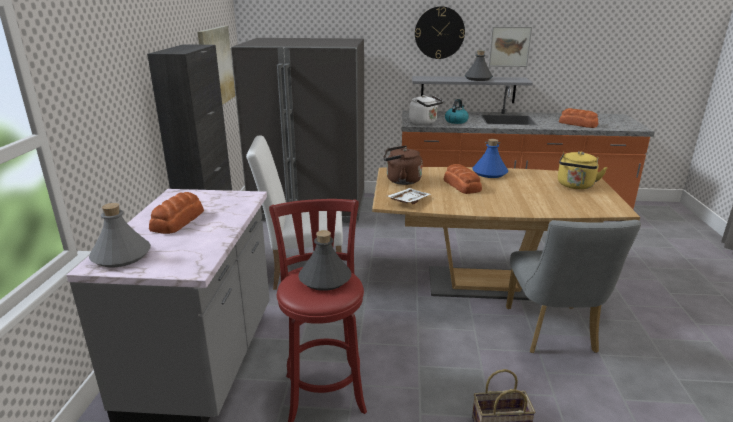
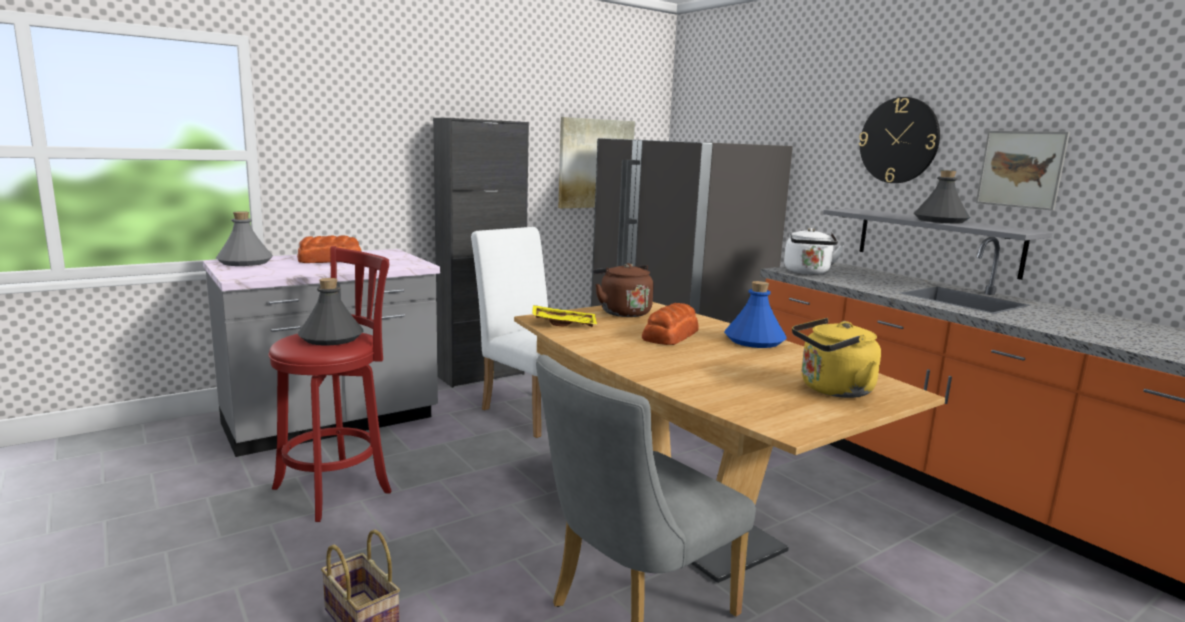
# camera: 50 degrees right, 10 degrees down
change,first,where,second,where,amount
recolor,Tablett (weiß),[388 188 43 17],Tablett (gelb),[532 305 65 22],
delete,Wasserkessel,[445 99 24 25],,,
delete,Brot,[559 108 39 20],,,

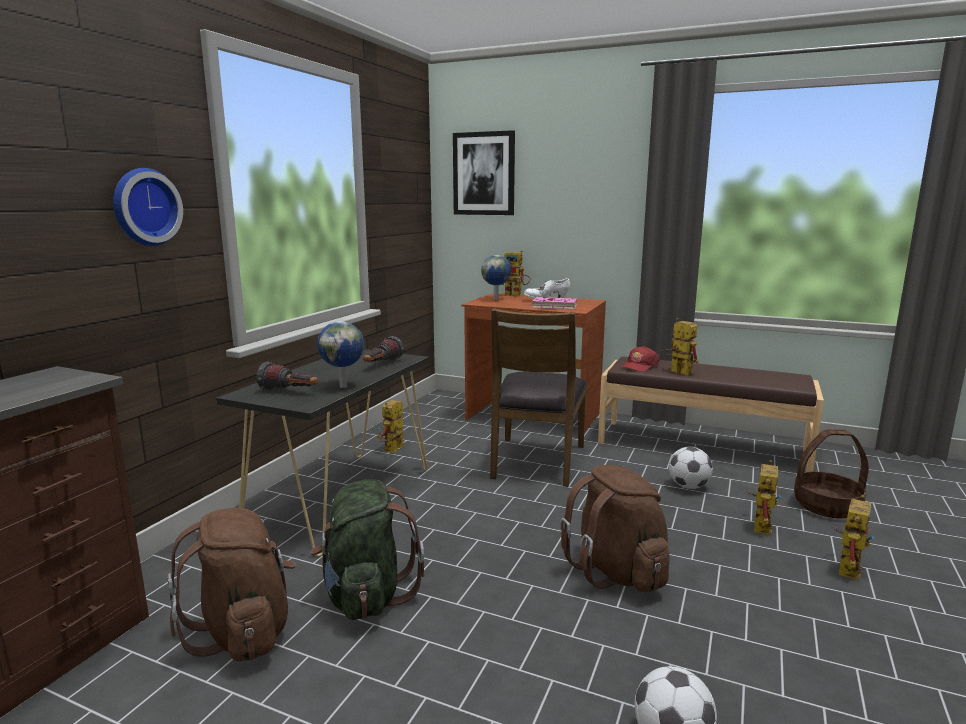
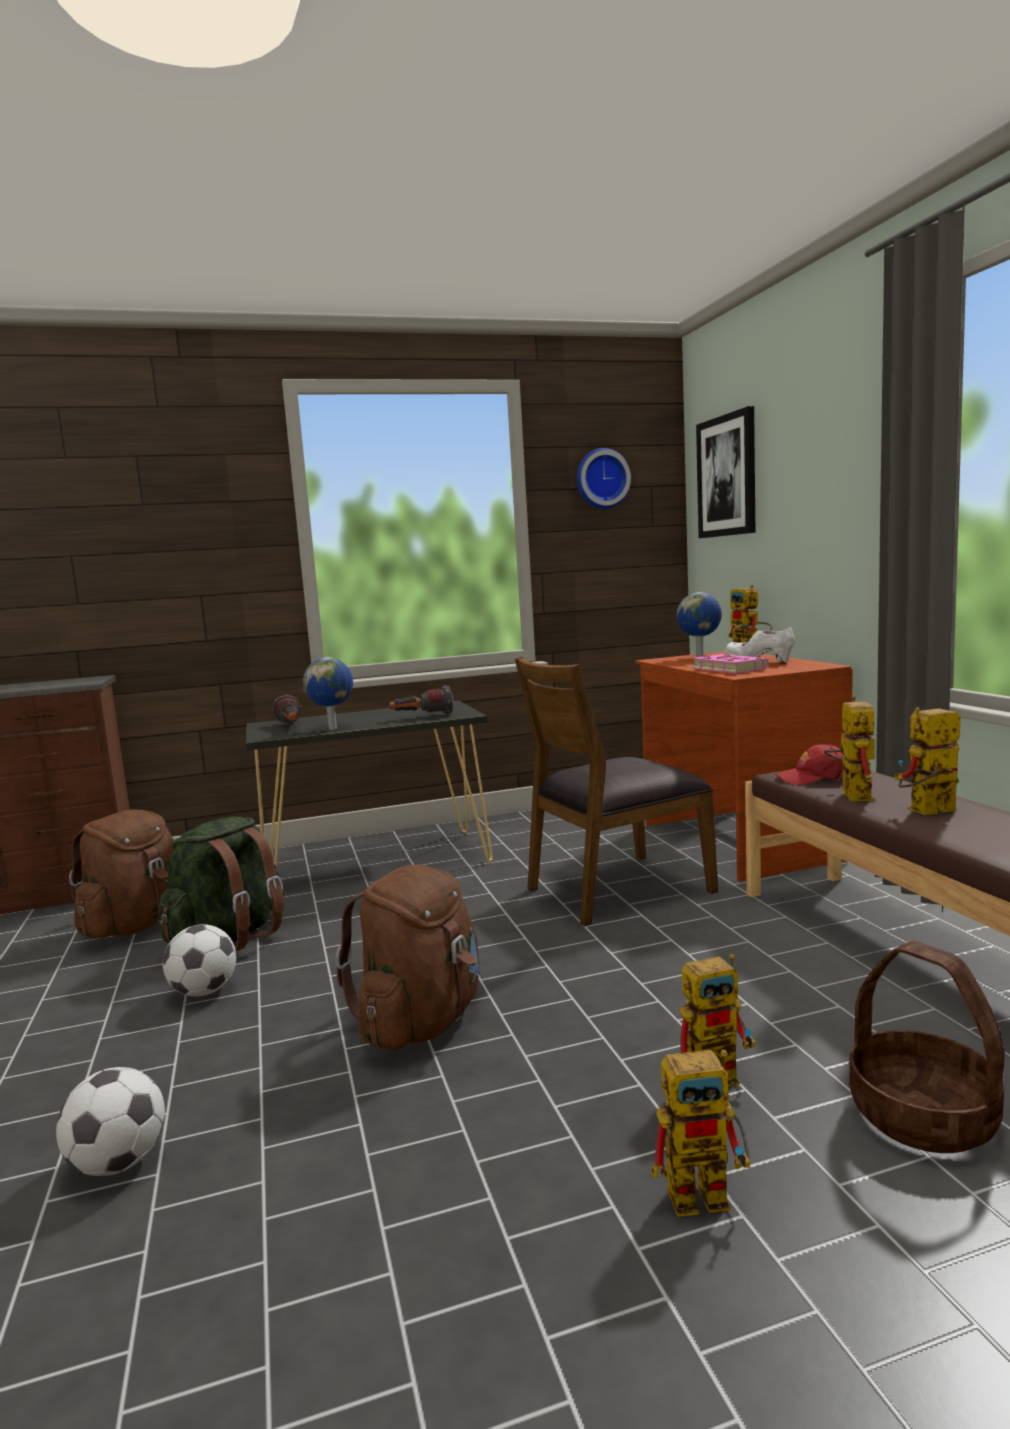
# camera: 50 degrees right, 5 degrees down
change,first,where,second,where,amount
move,Fußball,[669 447 44 42],,[163 924 73 73],
move,Wanduhr,[113 168 70 78],,[577 448 54 61],
move,Spielzeugroboter,[377 400 27 53],,[895 707 66 108],

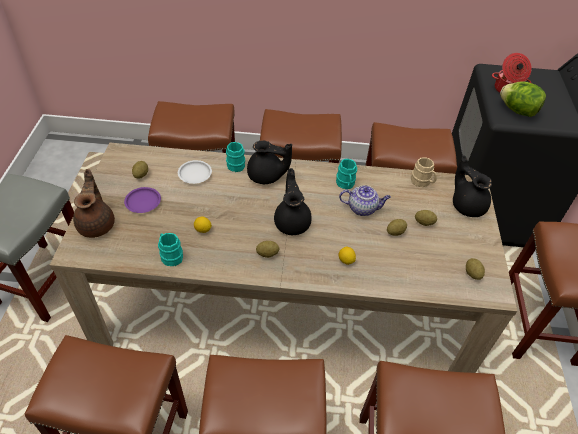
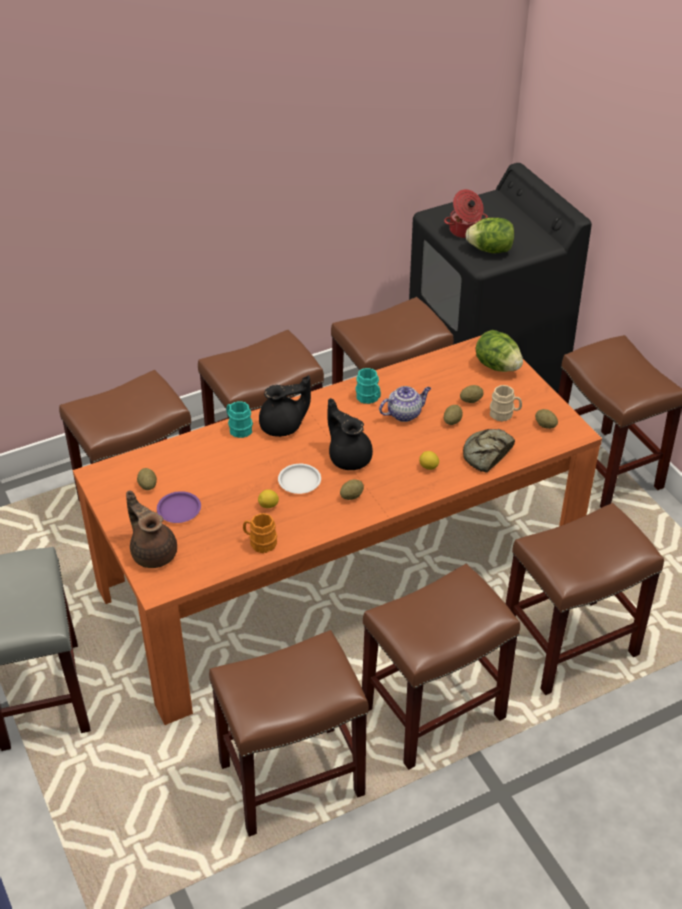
# camera: 30 degrees left, 5 degrees down
change,first,where,second,where,amount
recolor,Esstisch (beige),[50 142 467 231],Esstisch (orange),[73 335 529 390],
recolor,Henkelbecher (türkis),[158 233 25 33],Henkelbecher (orange),[243 513 34 40],
move,Teller (weiß),[178 160 34 24],,[278 464 43 30],
insert,,,Brot,[463 429 52 44],
replace,Teekanne (schwarz),[453 155 39 62],Salatkopf,[476 330 47 42],
move,Henkelbecher (beige),[411 158 26 29],,[490 385 32 37],

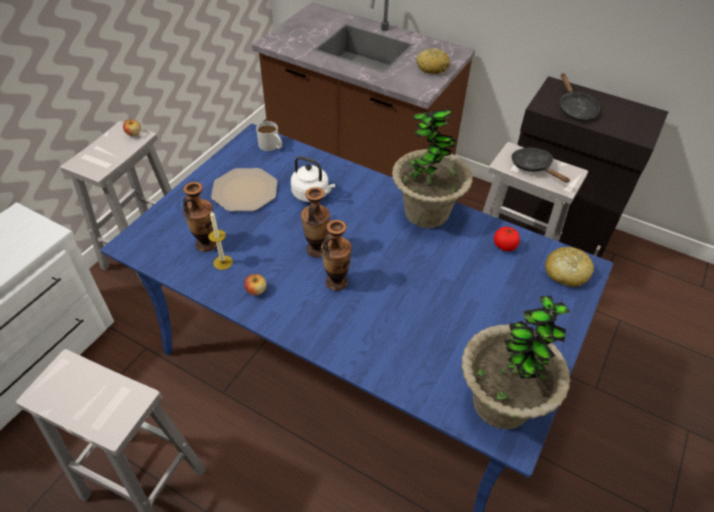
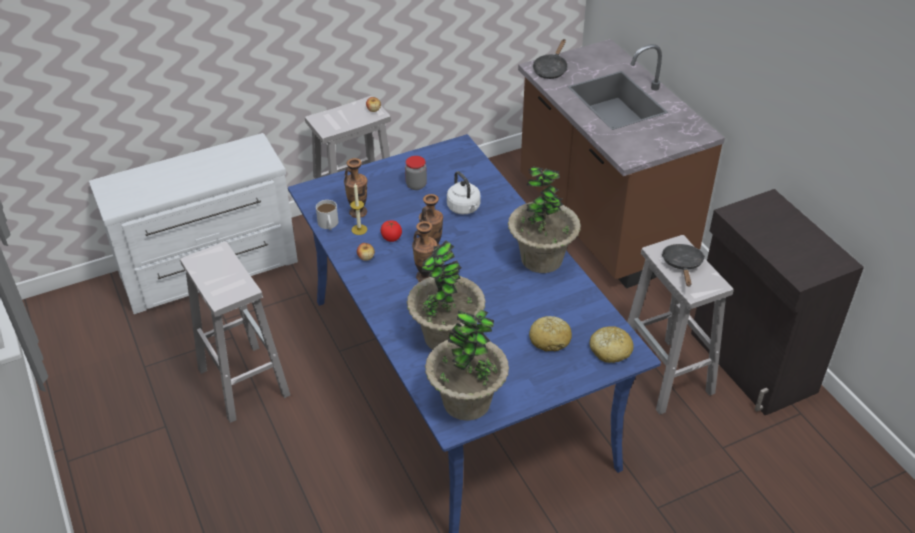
# camera: 35 degrees right, 5 degrees down
change,first,where,second,where,amount
move,Henkelbecher (weiß),[256 121 26 30],,[316 200 22 30],
move,Tomate,[494 227 26 24],,[381 220 21 22],
replace,Teller,[211 168 66 43],Vorratsglas,[405 156 22 34],
insert,,,Topfpflanze,[407 240 79 110],
move,Brot,[417 48 33 26],,[529 316 43 35],
move,Pfanne (schwarz),[560 73 40 48],,[533 39 35 40],

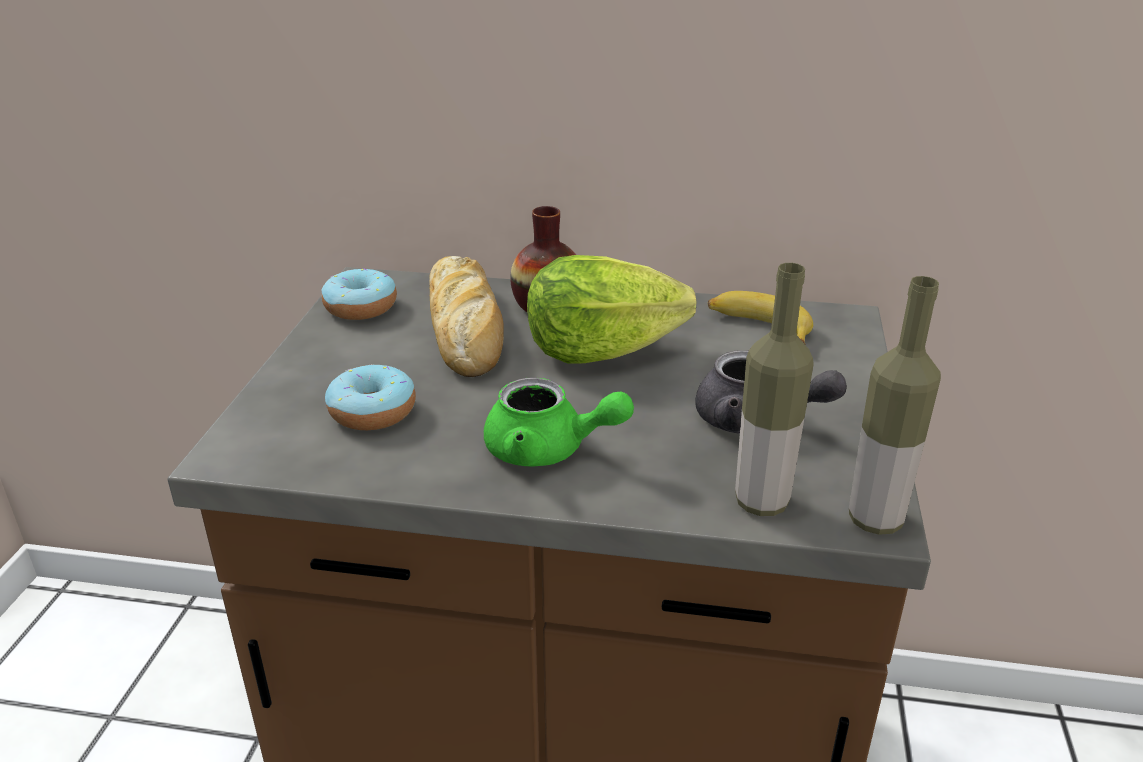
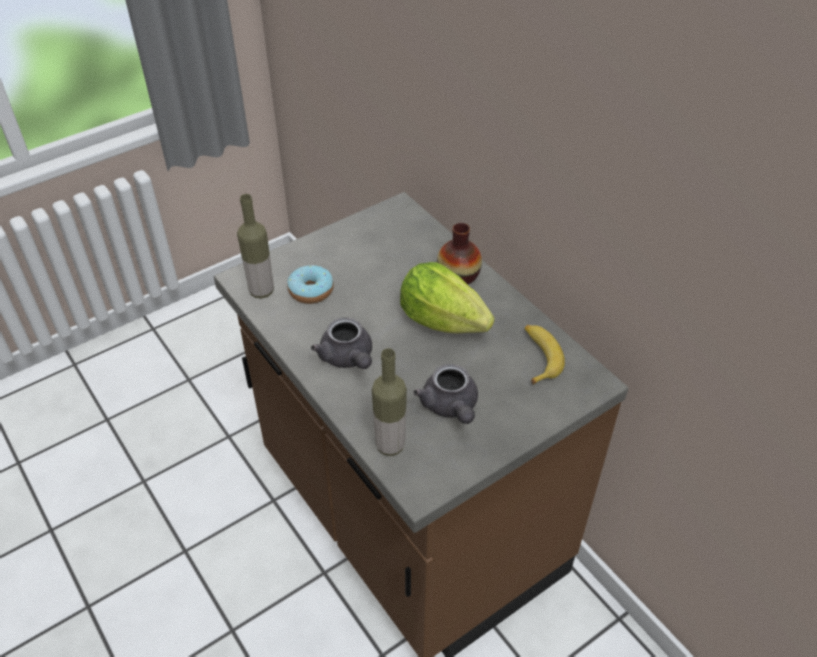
# camera: 45 degrees right, 15 degrees up
change,first,where,second,where,amount
move,Flasche,[849 276 92 259],,[237 194 37 105],
recolor,Teekanne (grün),[484 377 150 90],Teekanne (grau),[311 317 61 52],
delete,Donut,[321 269 76 51],,,
delete,Brot,[429 256 75 121],,,

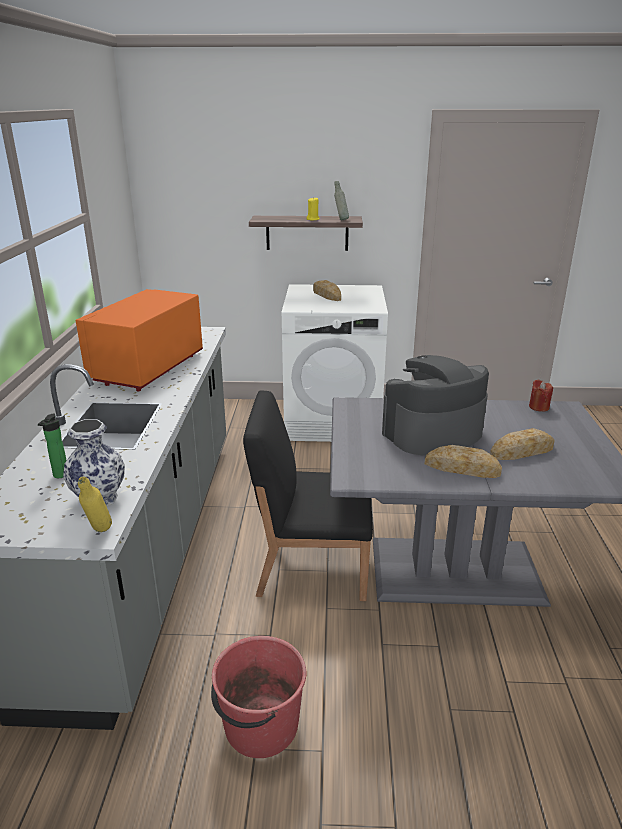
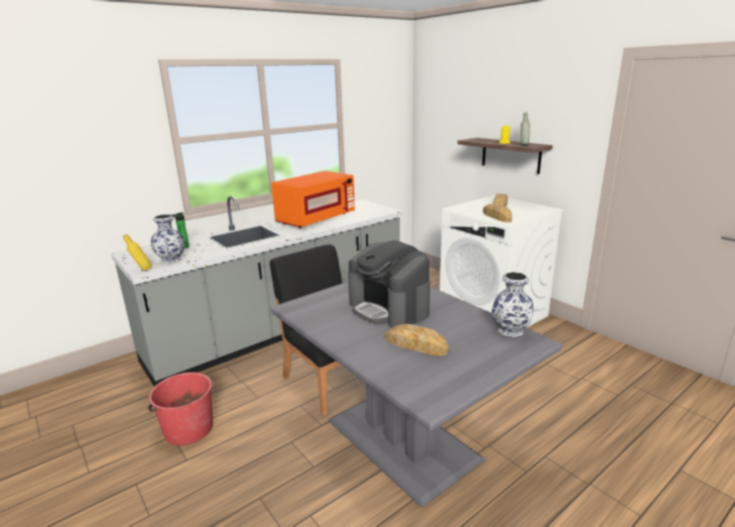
# camera: 50 degrees right, 5 degrees down
change,first,where,second,where,amount
rotate,Mikrowelle (orange),[76 289 127 103],,[271 171 84 57],150 degrees clockwise
rotate,Kaffeemaschine,[382 355 107 100],,[348 240 82 88],150 degrees counterclockwise
move,Brot,[425 445 77 33],,[483 204 29 18],
replace,Kerze (rot),[529 380 24 32],Vase,[492 272 42 65],

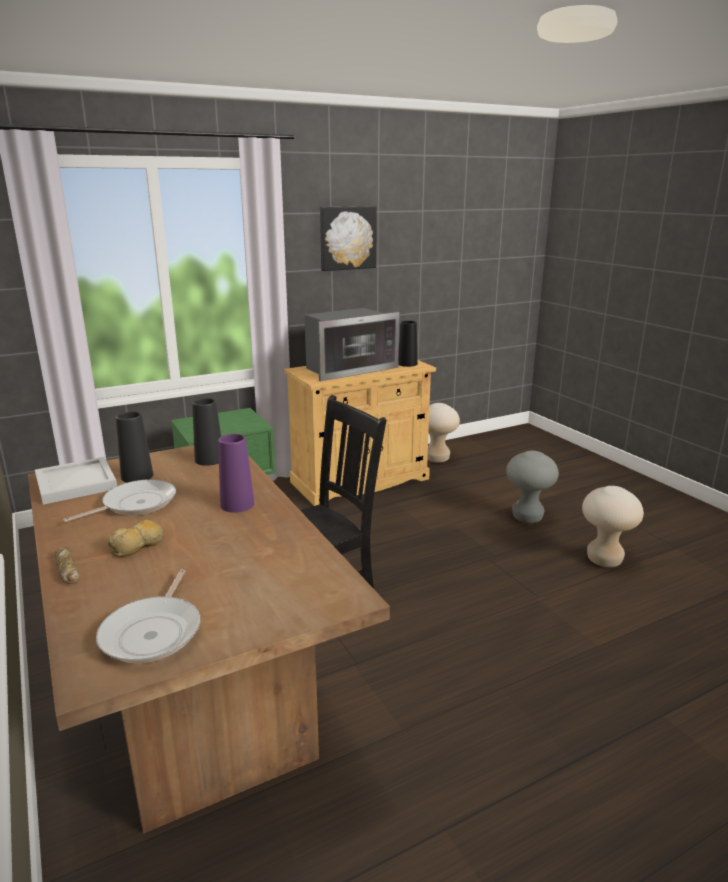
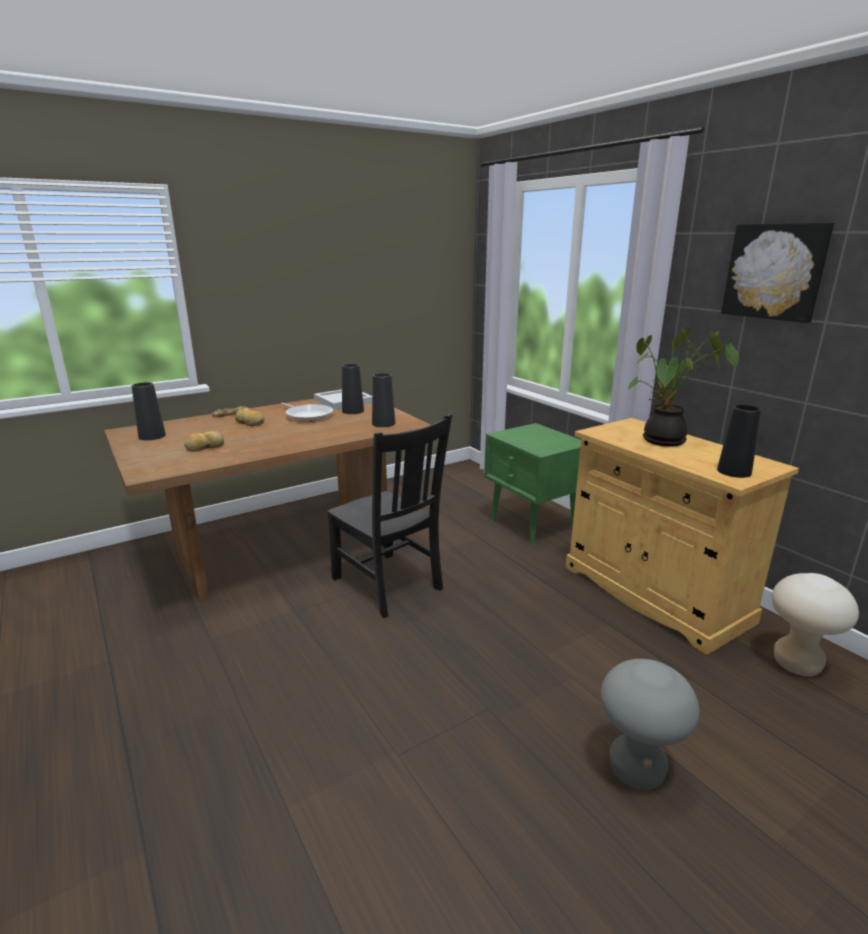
# camera: 85 degrees right, 0 degrees up
change,first,where,second,where,amount
replace,Pfanne,[96 569 104 94],Vase (schwarz),[132 382 34 58],
insert,,,Brot,[184 430 40 22],
replace,Mikrowelle,[305 308 95 73],Topfpflanze,[628 328 111 119],
delete,Vase (lila),[218 434 36 79],,,
delete,Hocker (beige),[582 486 62 81],,,

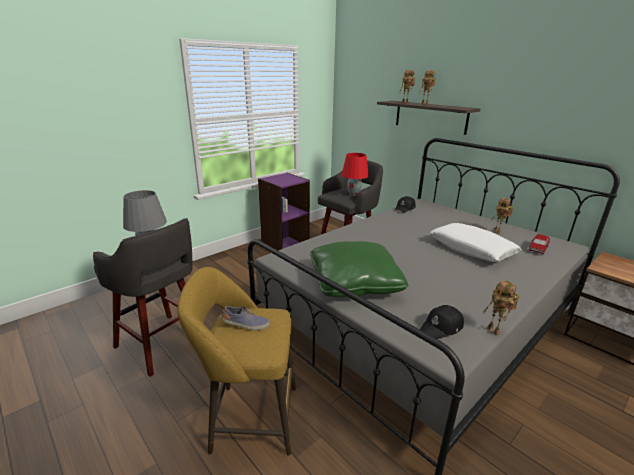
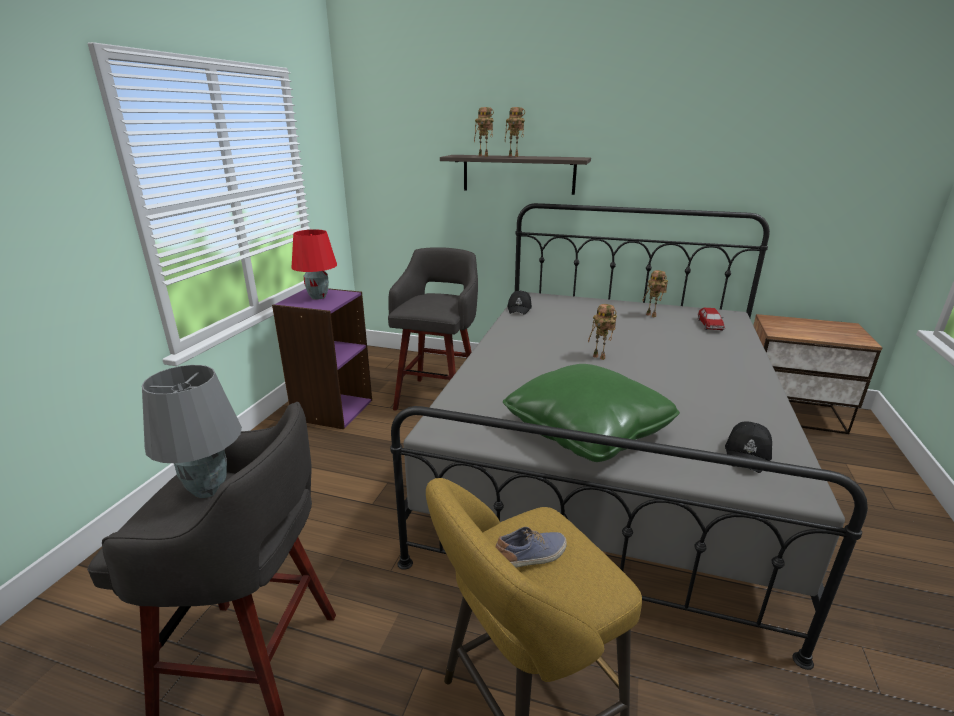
# camera: 30 degrees left, 0 degrees up
change,first,where,second,where,amount
move,Tischlampe (rot),[342 153 27 43],,[291 229 46 71],
move,Spielzeugroboter,[483 281 37 55],,[588 304 29 56],
delete,Kissen (weiß),[430 223 92 39],,,

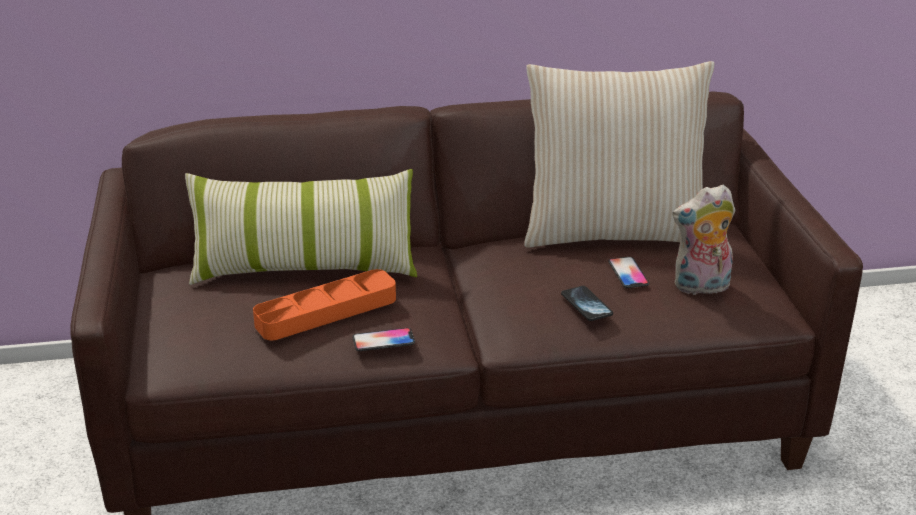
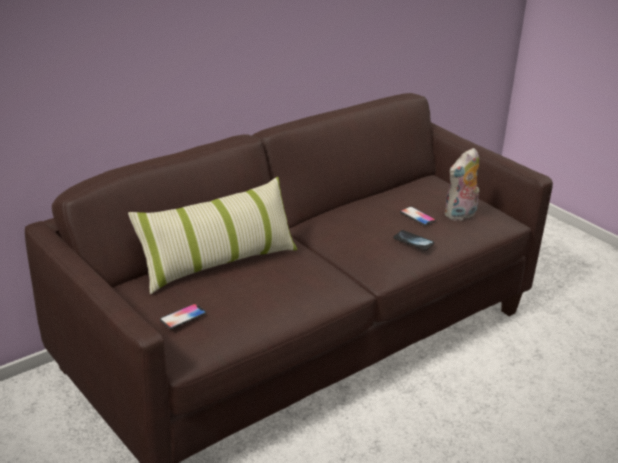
# camera: 30 degrees left, 0 degrees up
change,first,where,second,where,amount
move,Handy,[352 328 63 23],,[160 304 46 25],
delete,Tablett (orange),[253 269 143 71],,,
delete,Kissen (beige),[524 61 190 187],,,

